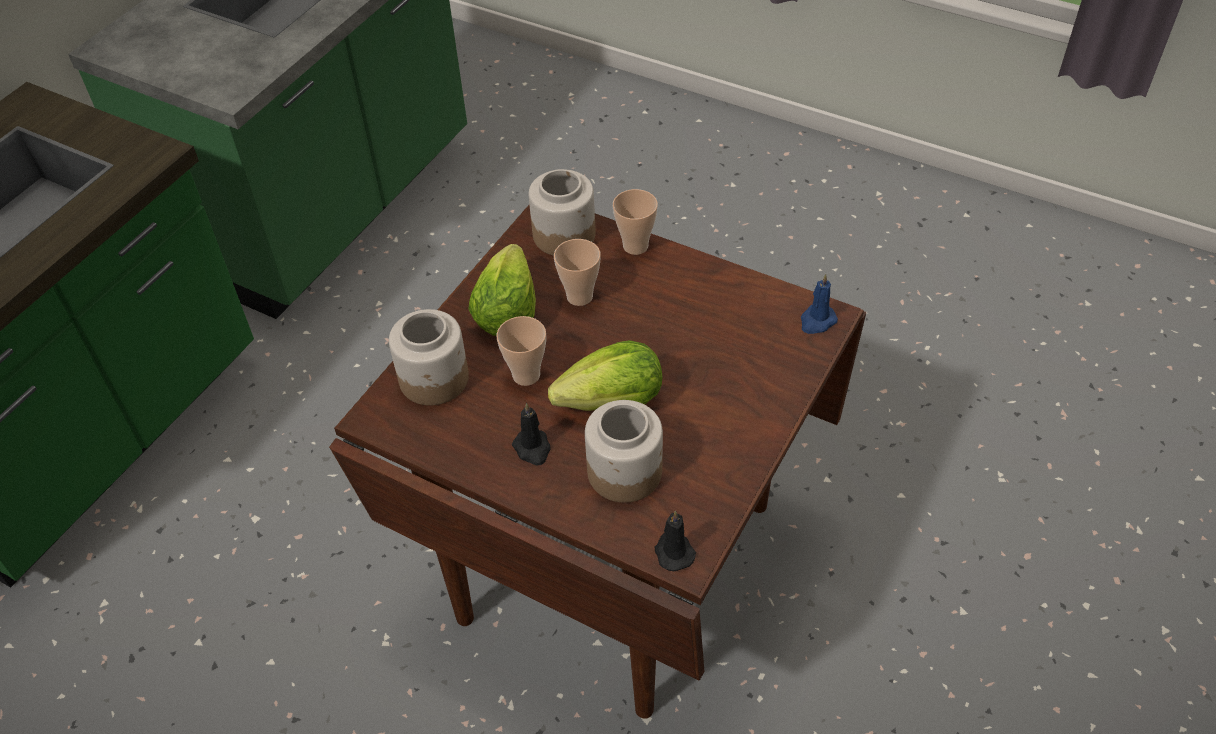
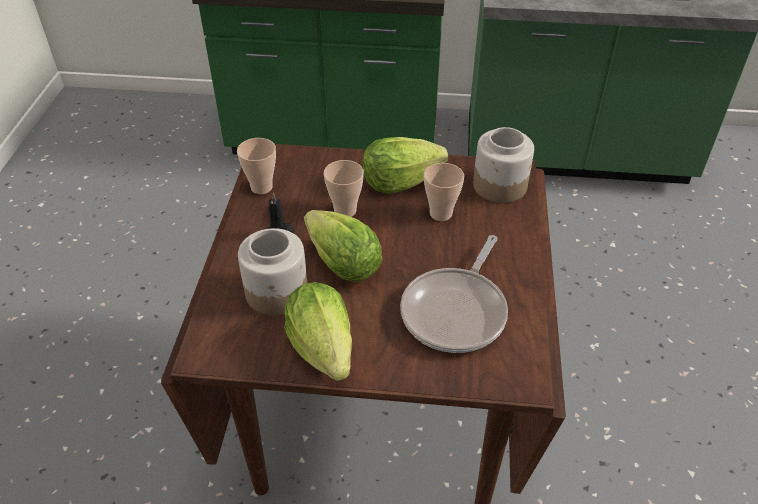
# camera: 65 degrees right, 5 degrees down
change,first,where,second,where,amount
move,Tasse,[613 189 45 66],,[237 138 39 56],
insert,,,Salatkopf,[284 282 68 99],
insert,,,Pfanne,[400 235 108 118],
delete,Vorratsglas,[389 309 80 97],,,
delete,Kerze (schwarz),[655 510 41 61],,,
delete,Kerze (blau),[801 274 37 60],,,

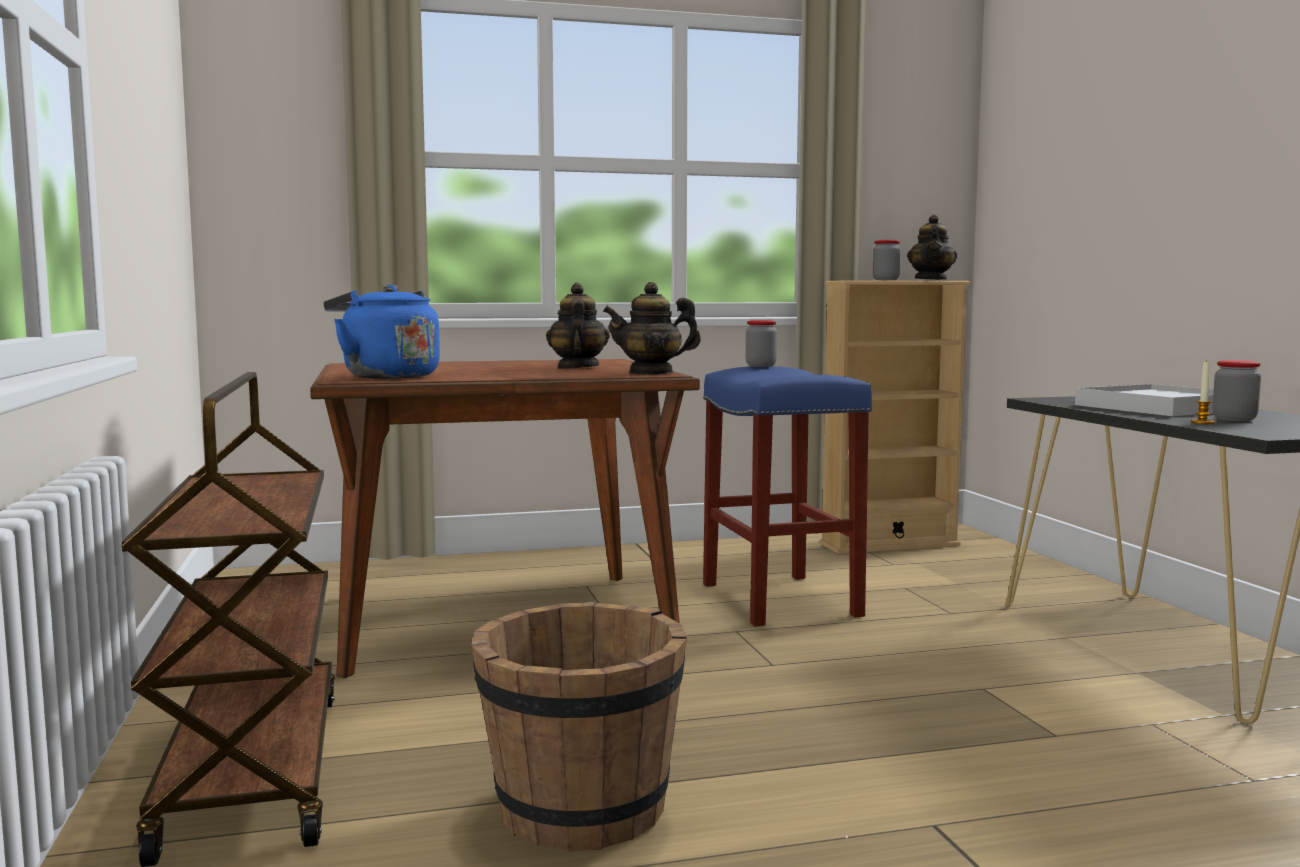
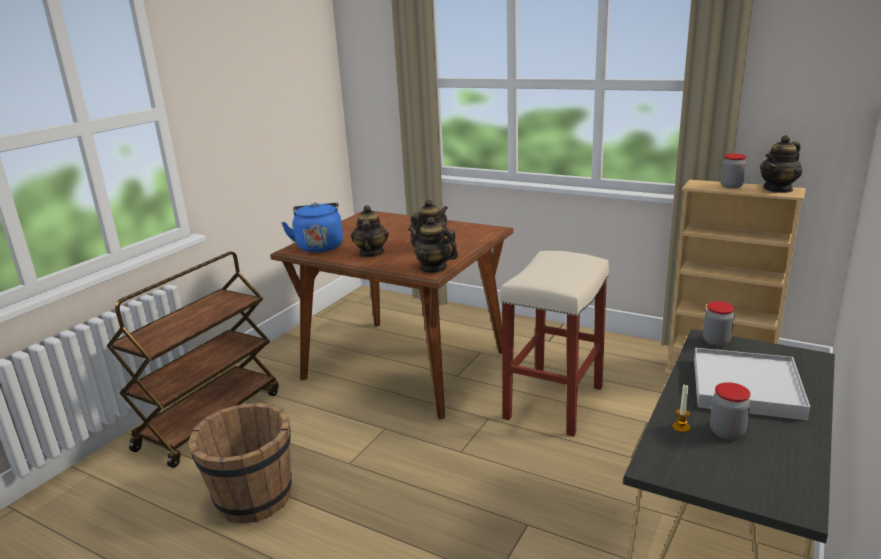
# camera: 45 degrees right, 15 degrees up
change,first,where,second,where,amount
insert,,,Teekanne,[351 205 38 52],
recolor,Hocker (blau),[703 366 169 260],Hocker (beige),[500 251 109 186],
move,Vorratsglas,[746 320 31 47],,[703 301 32 45],

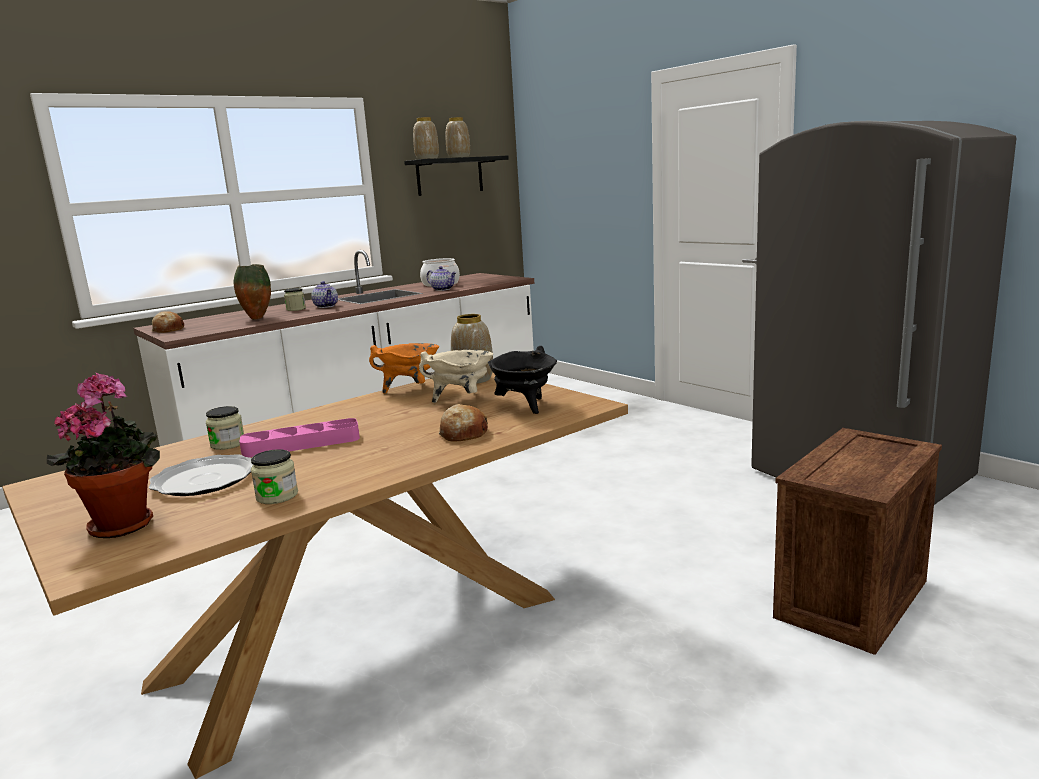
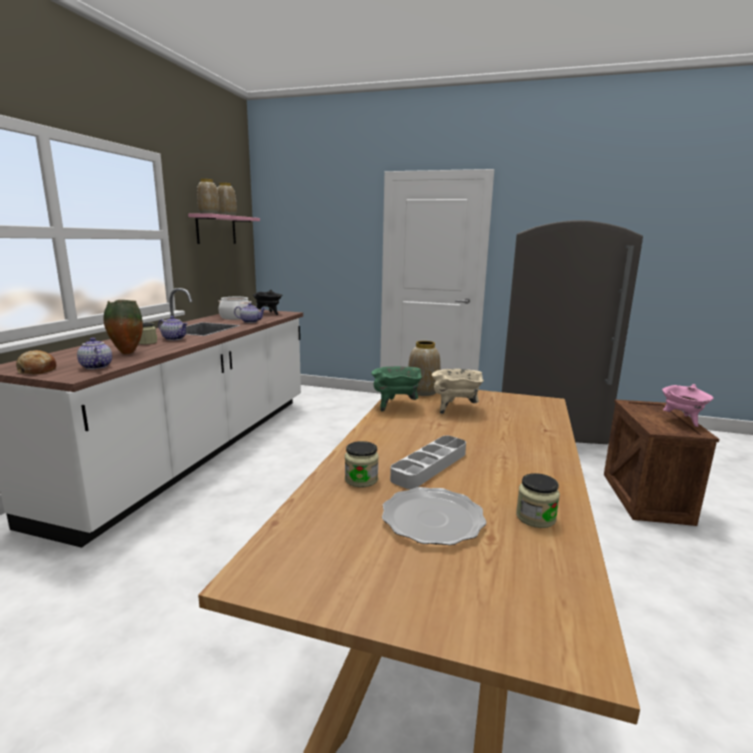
# camera: 35 degrees left, 0 degrees up
change,first,where,second,where,amount
insert,,,Teekanne,[77 338 35 31],
recolor,Wandregal (schwarz),[404 155 105 41],Wandregal (rosa),[188 214 72 30],
move,Kochtopf (schwarz),[488 346 69 68],,[253 290 29 25],
recolor,Kochtopf (orange),[369 343 70 51],Kochtopf (grün),[371 366 52 45],
recolor,Tablett (rosa),[239 418 121 40],Tablett (grau),[390 436 76 53],
insert,,,Kochtopf (rosa),[662 384 52 43],
delete,Topfpflanze,[47 373 113 165],,,
delete,Brot,[439 404 49 38],,,

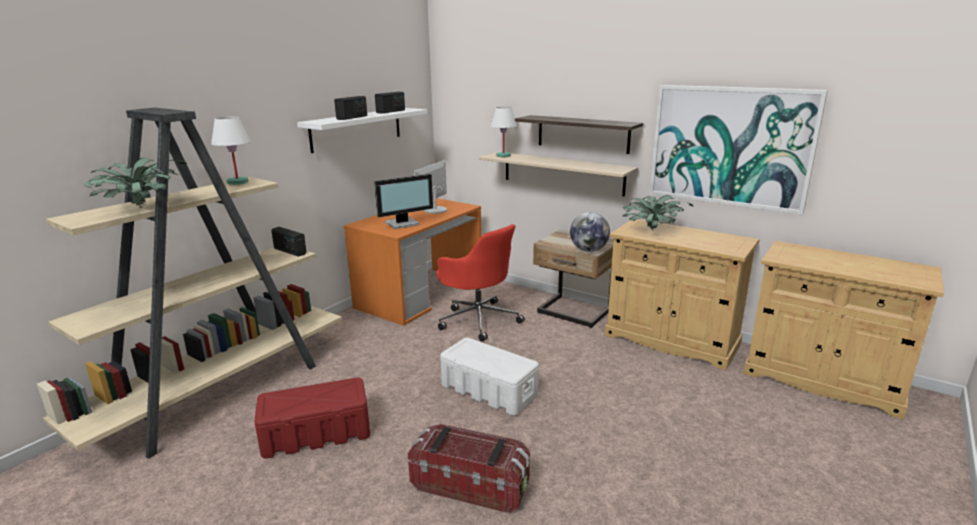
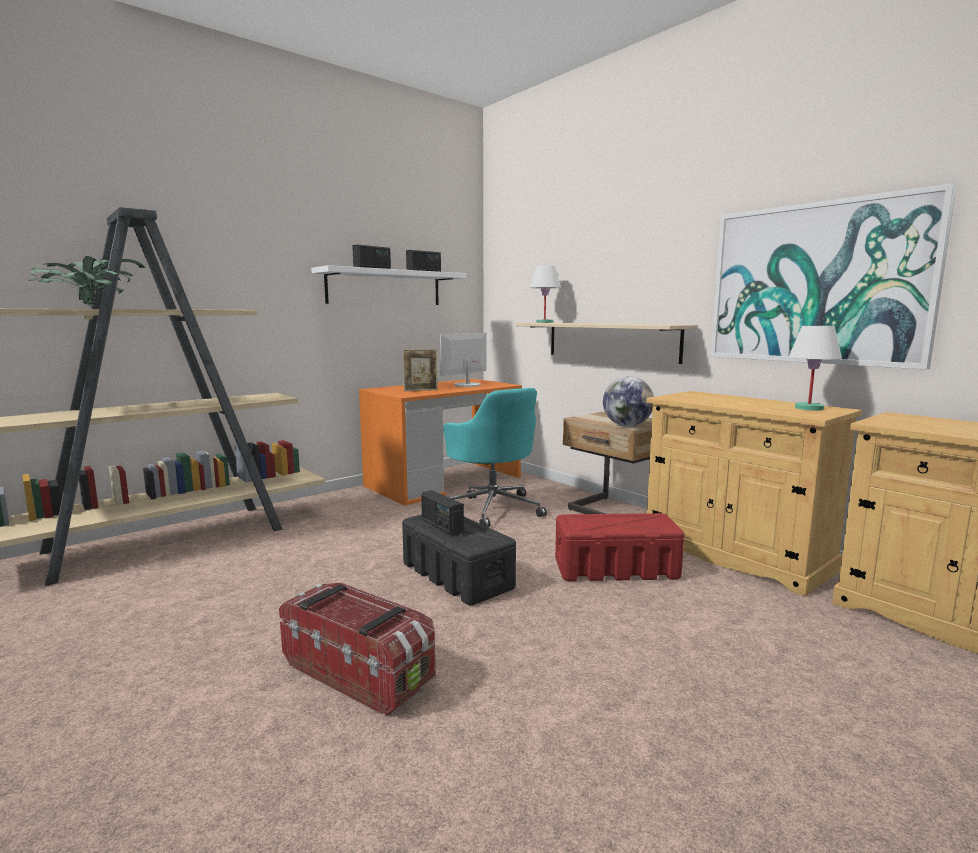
# camera: 15 degrees right, 10 degrees down
change,first,where,second,where,amount
recolor,Aufbewahrungsbox (weiß),[440 338 99 78],Aufbewahrungsbox (schwarz),[402 514 114 91],
replace,Monitor,[374 174 59 55],Bilderrahmen,[403 349 35 42],
move,Radio,[271 227 36 30],,[421 490 43 45],
recolor,Bürostuhl (rot),[436 224 89 118],Bürostuhl (türkis),[443 388 104 139],
move,Aufbewahrungsbox (rot),[254 377 116 82],,[555 513 129 68],
move,Tischlampe (weiß),[211 116 40 69],,[788 326 54 85],
delete,Wandregal,[515 115 128 39],,,
delete,Topfpflanze,[622 195 72 36],,,

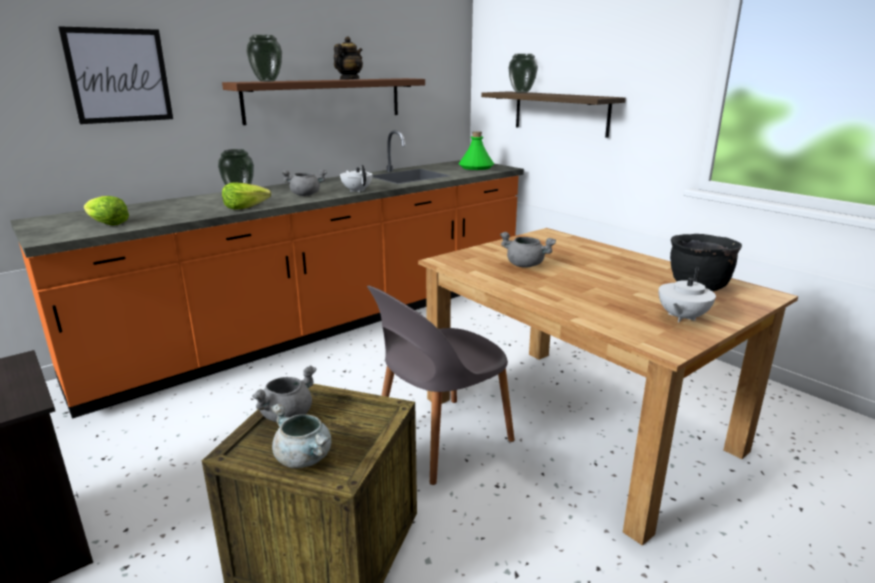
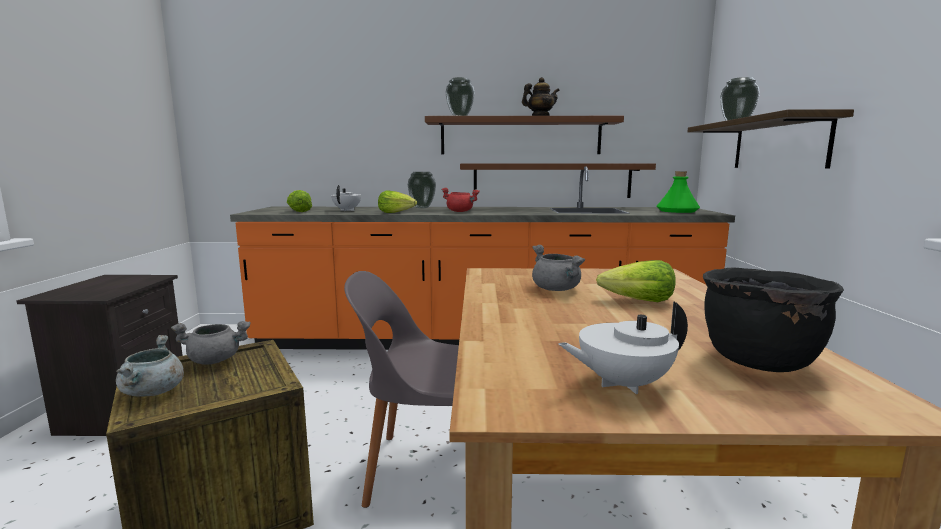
# camera: 40 degrees right, 10 degrees down
change,first,where,second,where,amount
move,Teekanne (weiß),[340 165 32 28],,[331 185 30 26],
recolor,Kochtopf (grau),[281 169 46 27],Kochtopf (rot),[441 188 39 24],
insert,,,Wandregal (braun),[460 163 196 35],
insert,,,Salatkopf,[596 260 80 42],
delete,Bild,[58 26 115 98],,,

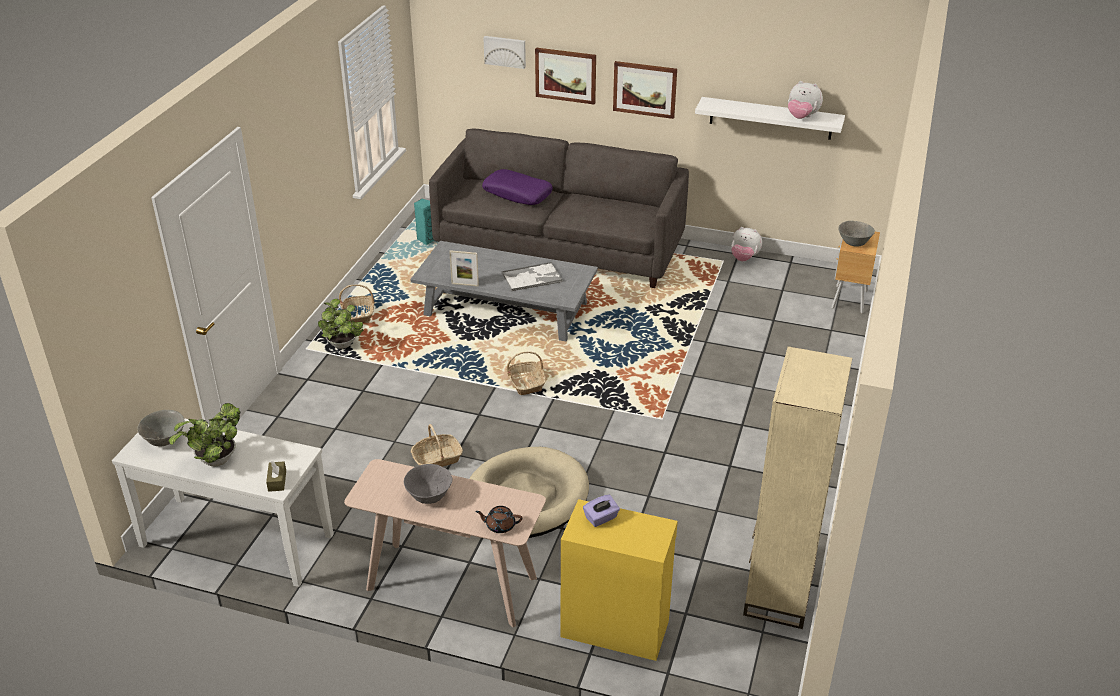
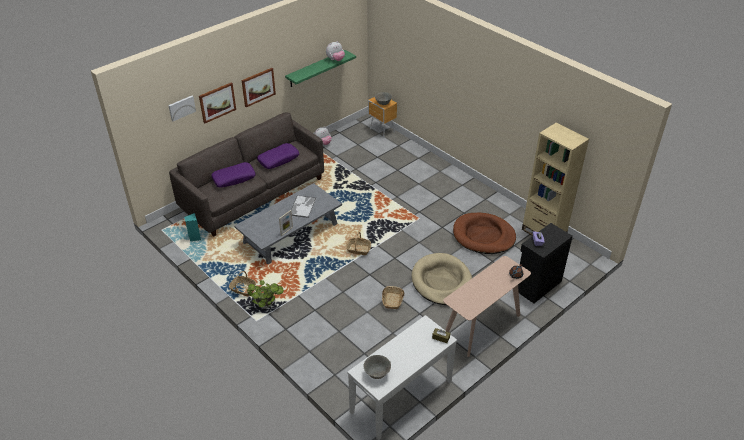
# camera: 60 degrees left, 5 degrees up
change,first,where,second,where,amount
insert,,,Kissen (lila),[257 143 42 26],
recolor,Wandregal (weiß),[695 97 150 43],Wandregal (grün),[285 50 71 37],
insert,,,Hundebett (braun),[453 213 63 41],
recolor,Schrank (gelb),[561 499 117 162],Schrank (schwarz),[518 223 55 80],
delete,Topfpflanze,[169 403 71 63],,,
delete,Schüssel (grau),[404 464 49 40],,,

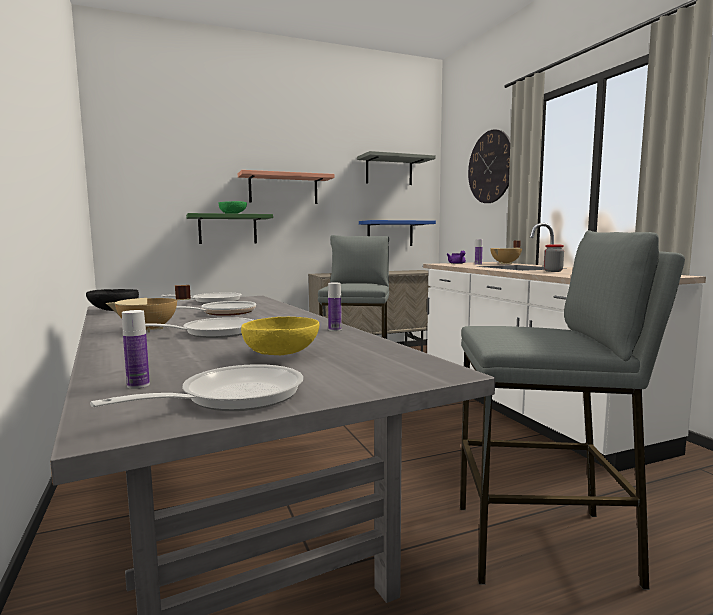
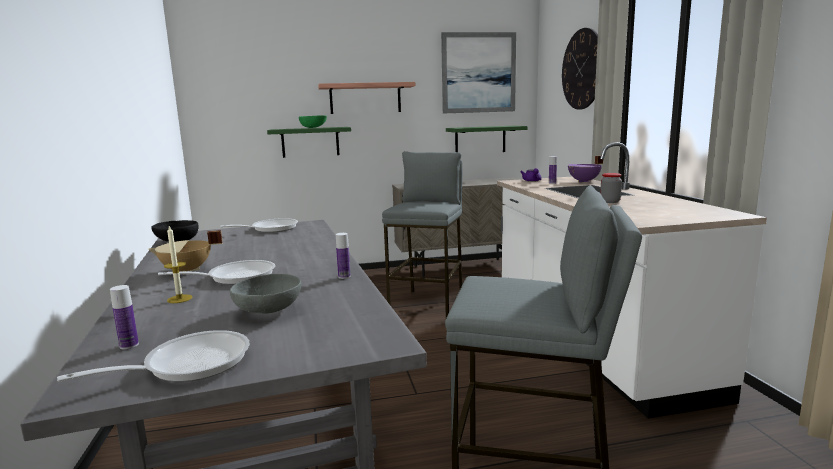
# camera: 10 degrees right, 5 degrees up
change,first,where,second,where,amount
insert,,,Kerze,[164 226 28 77],
recolor,Schüssel (gelb),[241 317 78 38],Schüssel (grau),[230 274 71 40],
replace,Wandregal (grau),[357 151 79 34],Bild,[441 32 75 81],
recolor,Wandregal (blau),[359 220 77 26],Wandregal (grün),[446 126 81 26],
recolor,Kochtopf (beige),[490 241 32 23],Kochtopf (lila),[568 155 35 28],
delete,Pfanne,[176 301 80 15],,,

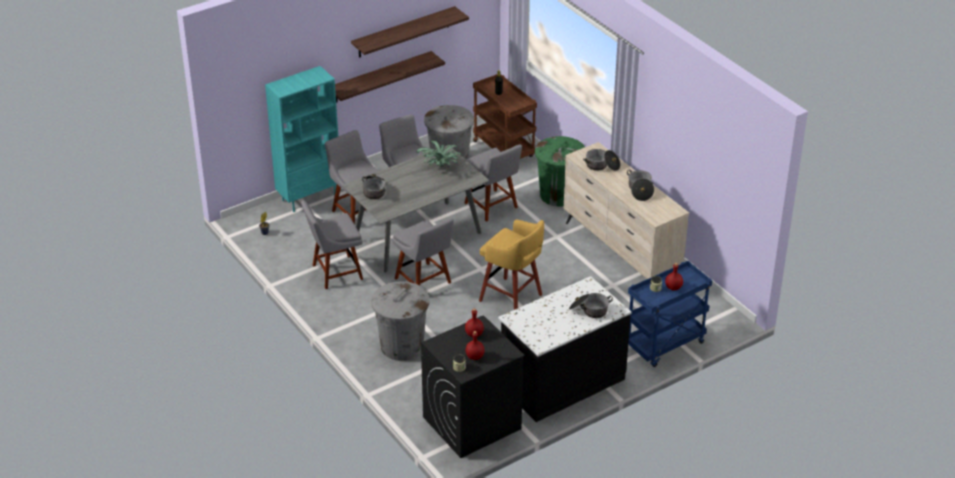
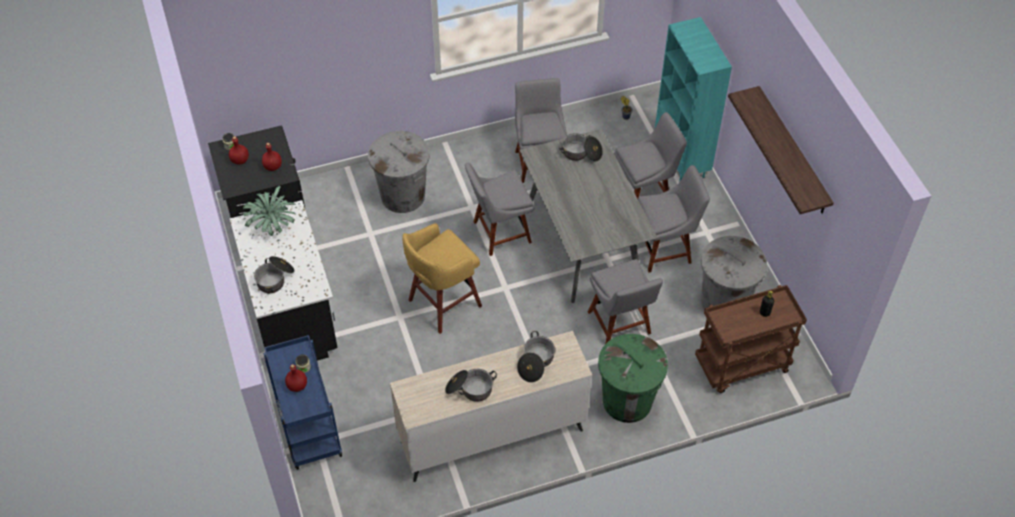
# camera: 105 degrees right, 15 degrees up
change,first,where,second,where,amount
move,Topfpflanze,[416 140 45 28],,[243 186 54 50],
rotate,Stuhl (grau),[465 144 57 78],,[588 259 75 85],90 degrees counterclockwise
delete,Wandregal,[335 51 110 52],,,

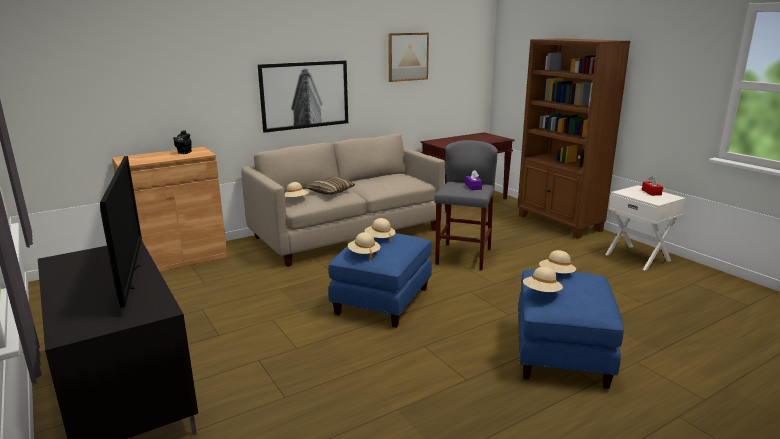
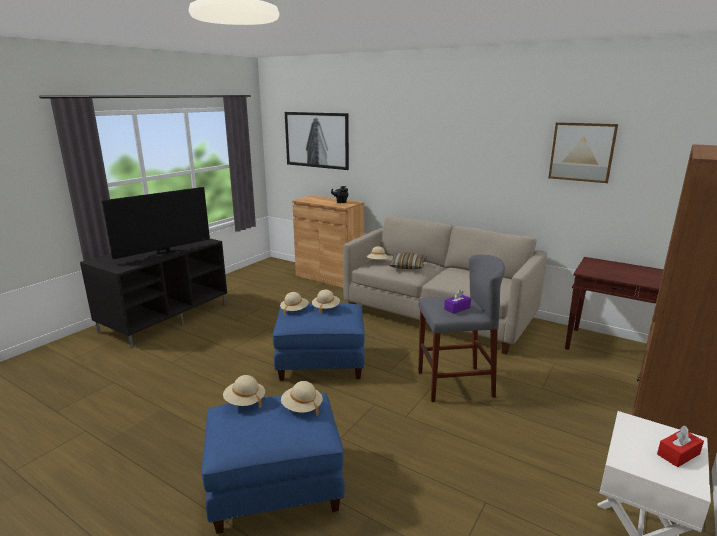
# camera: 65 degrees right, 0 degrees up
change,first,where,second,where,amount
move,Bild,[258 60 90 73],,[285 112 64 58],

